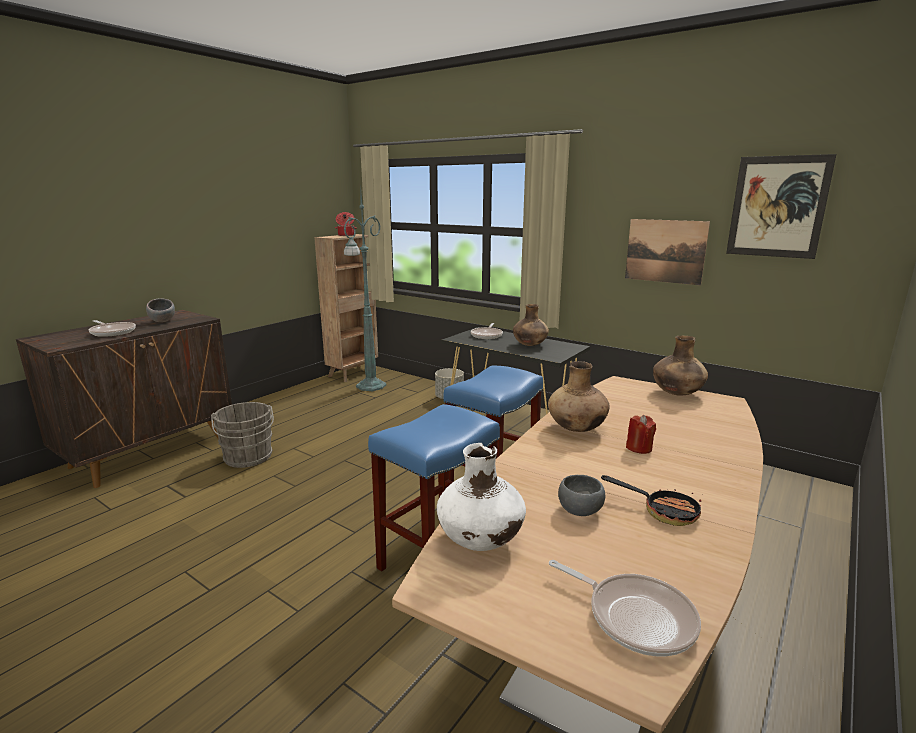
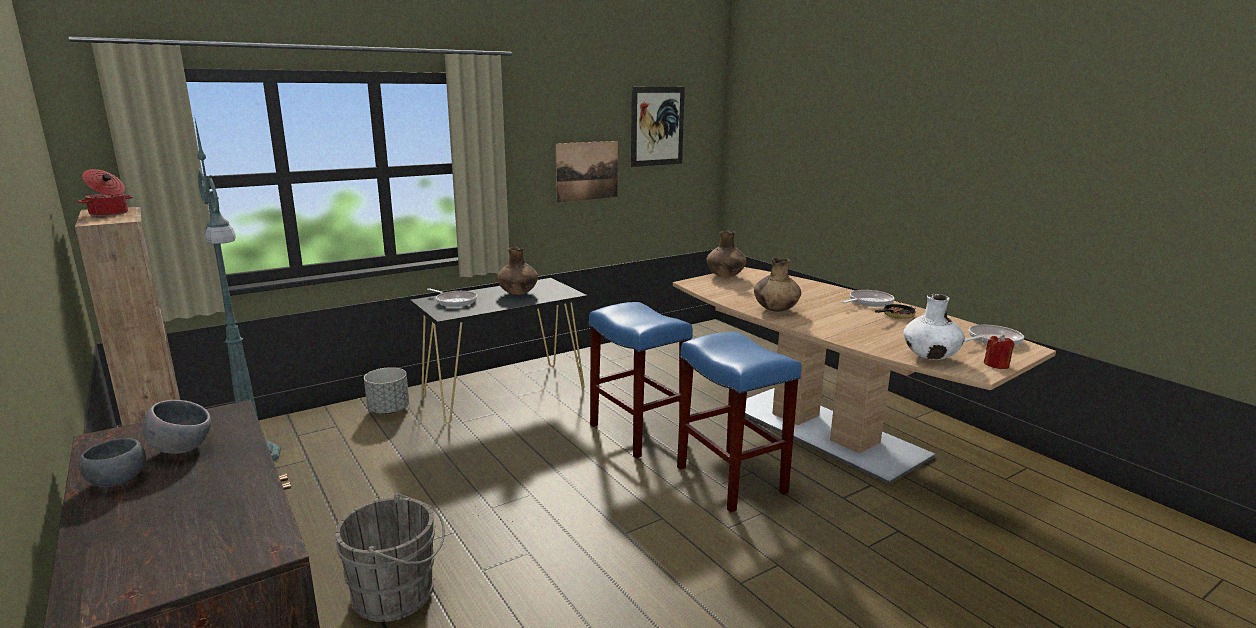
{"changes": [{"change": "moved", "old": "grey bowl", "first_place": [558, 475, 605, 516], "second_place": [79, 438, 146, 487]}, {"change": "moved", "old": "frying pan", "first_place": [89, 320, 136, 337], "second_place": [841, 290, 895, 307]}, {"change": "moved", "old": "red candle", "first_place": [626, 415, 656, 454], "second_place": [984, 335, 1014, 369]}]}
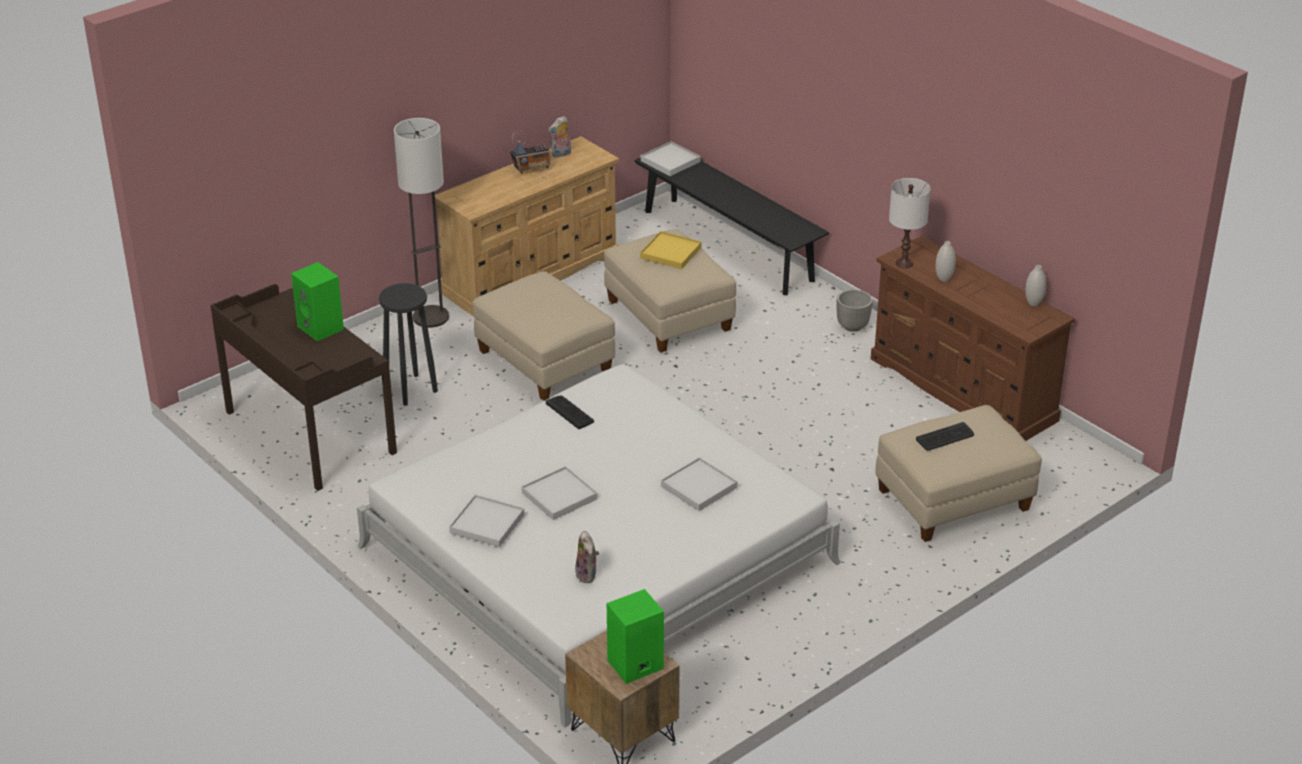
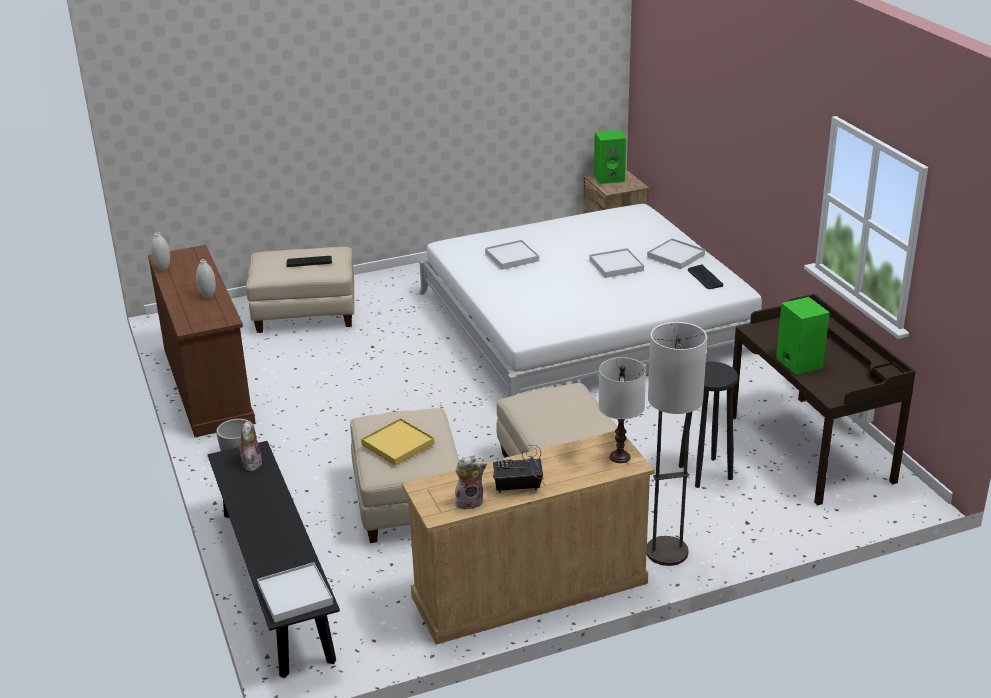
{"changes": [{"change": "moved", "old": "plush toy", "first_place": [575, 531, 599, 583], "second_place": [237, 421, 262, 471]}, {"change": "moved", "old": "white table lamp", "first_place": [889, 178, 931, 268], "second_place": [599, 357, 646, 463]}, {"change": "moved", "old": "keyboard", "first_place": [546, 396, 594, 429], "second_place": [688, 264, 723, 289]}]}
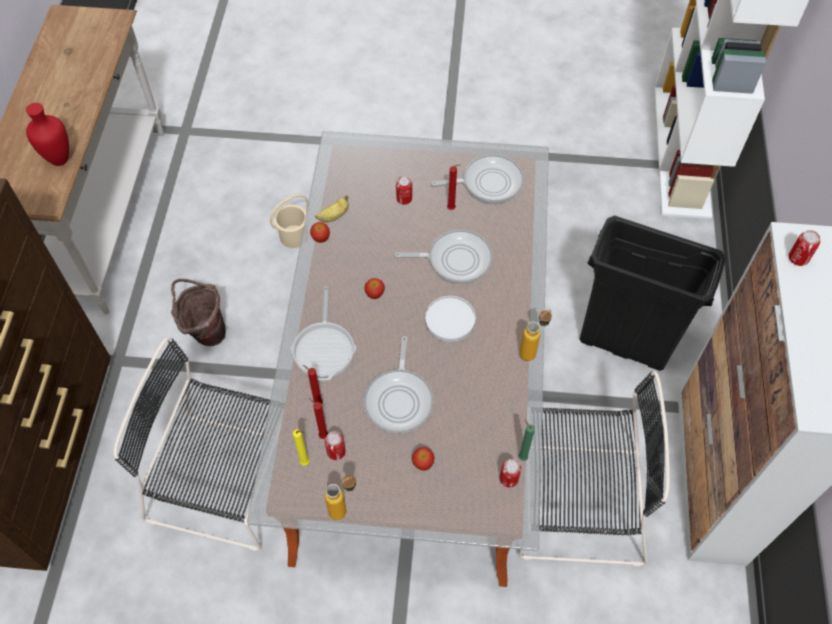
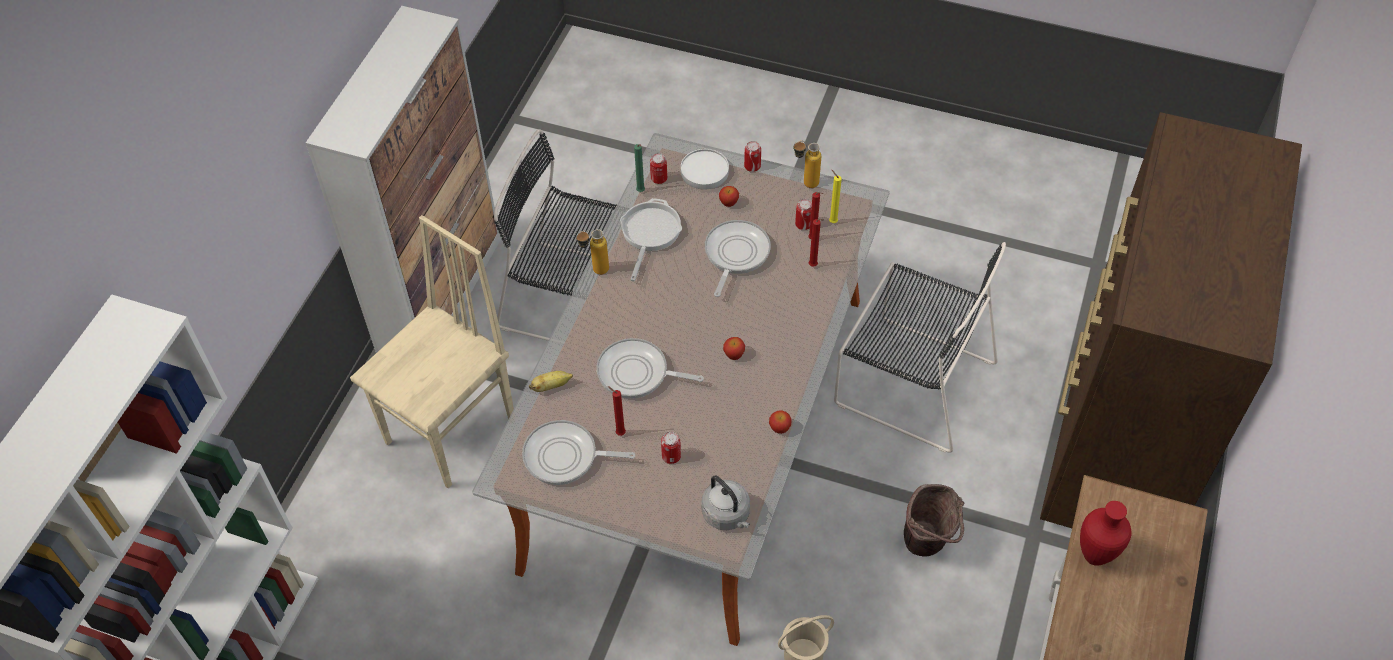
{"changes": [{"change": "replaced", "old": "black trash can", "new": "beige chair", "first_place": [580, 216, 725, 371], "second_place": [350, 215, 514, 488]}, {"change": "moved", "old": "banana", "first_place": [315, 195, 349, 222], "second_place": [529, 371, 573, 392]}, {"change": "moved", "old": "frying pan", "first_place": [291, 286, 356, 381], "second_place": [620, 198, 682, 282]}, {"change": "moved", "old": "white plate", "first_place": [425, 296, 476, 343], "second_place": [681, 149, 729, 189]}, {"change": "added", "new": "grey kettle", "second_place": [701, 476, 750, 530]}, {"change": "moved", "old": "can", "first_place": [788, 230, 820, 266], "second_place": [744, 141, 761, 172]}]}
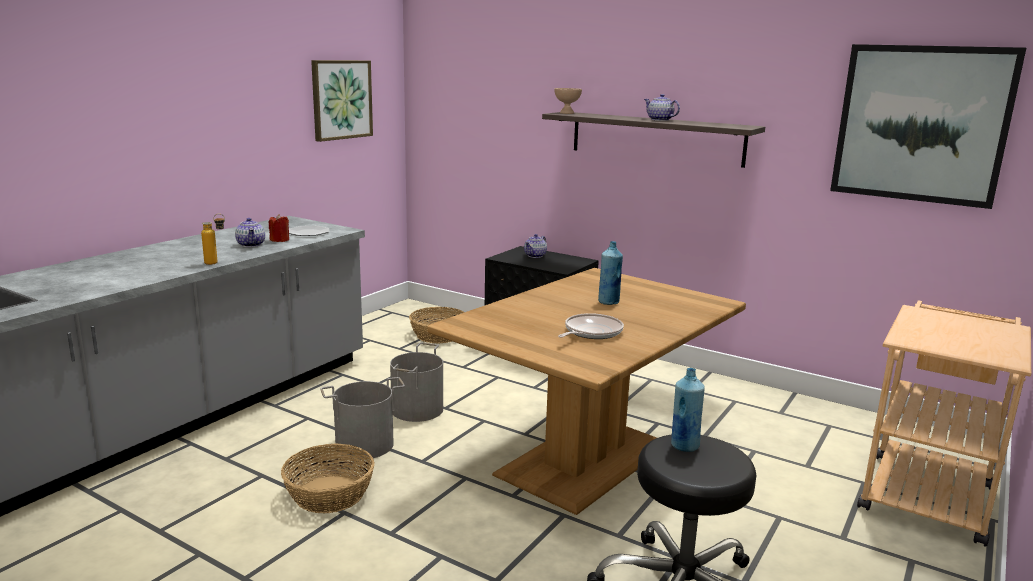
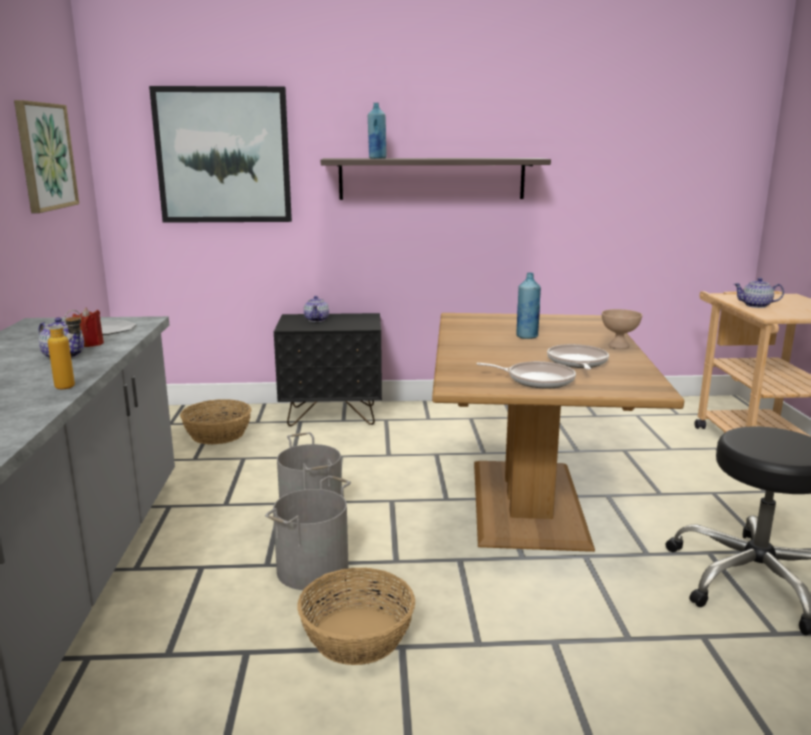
{"changes": [{"change": "moved", "old": "picture", "first_place": [830, 44, 1026, 209], "second_place": [149, 86, 292, 223]}, {"change": "moved", "old": "blue bottle", "first_place": [671, 368, 705, 452], "second_place": [368, 103, 387, 159]}, {"change": "added", "new": "frying pan", "second_place": [476, 361, 576, 389]}, {"change": "moved", "old": "beige bowl", "first_place": [554, 88, 582, 114], "second_place": [602, 309, 642, 349]}, {"change": "moved", "old": "teapot", "first_place": [644, 94, 680, 121], "second_place": [734, 278, 784, 308]}]}
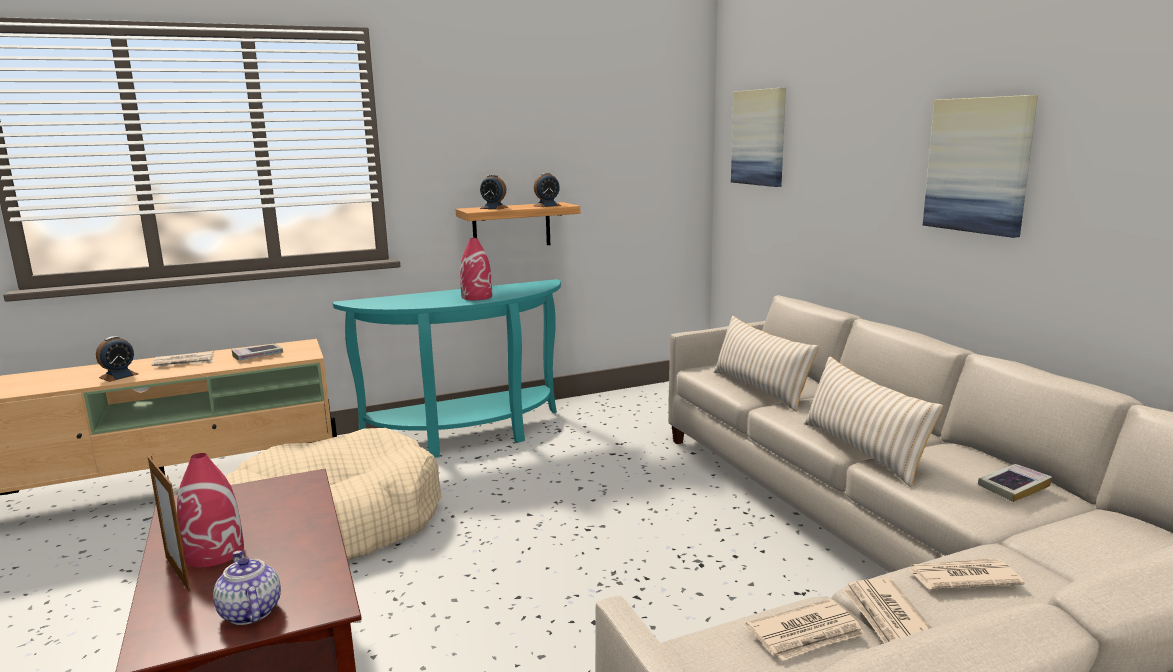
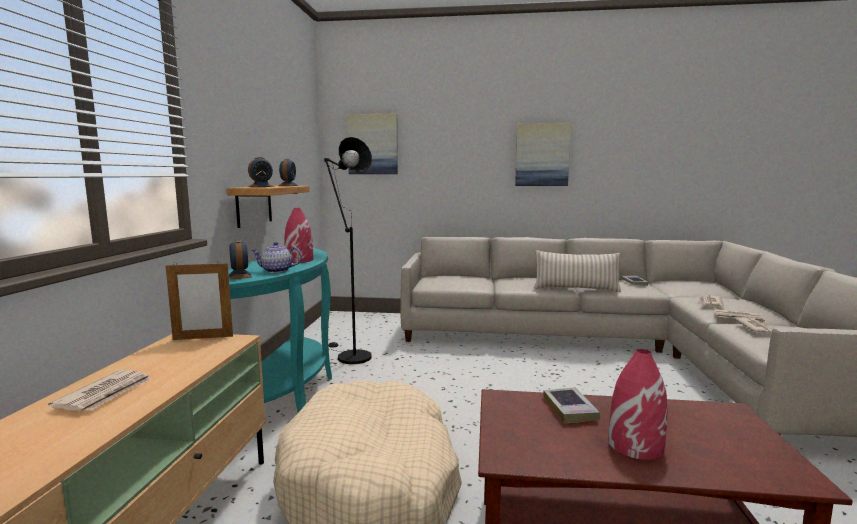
{"changes": [{"change": "moved", "old": "picture frame", "first_place": [147, 456, 191, 592], "second_place": [166, 261, 233, 340]}, {"change": "moved", "old": "alarm clock", "first_place": [96, 336, 138, 382], "second_place": [229, 240, 252, 279]}, {"change": "moved", "old": "teapot", "first_place": [213, 550, 281, 625], "second_place": [251, 242, 302, 273]}, {"change": "added", "new": "black floor lamp", "second_place": [324, 137, 372, 364]}, {"change": "moved", "old": "book", "first_place": [232, 344, 283, 361], "second_place": [543, 387, 600, 424]}, {"change": "removed", "old": "beige pillow", "first_place": [713, 316, 819, 412]}]}
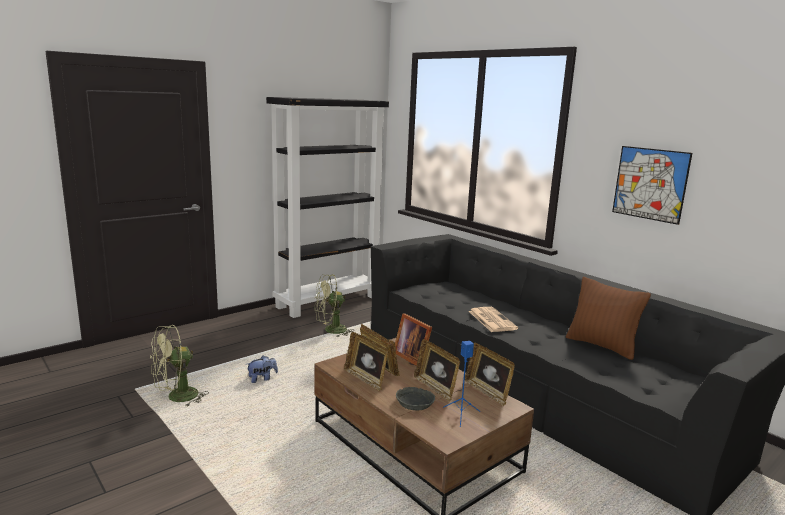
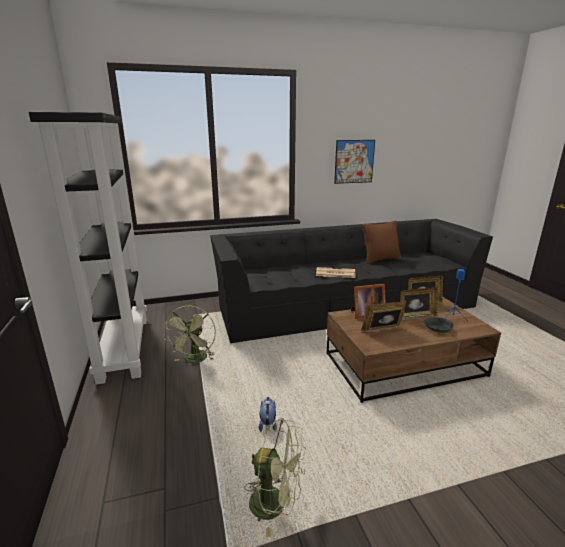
{"changes": [{"change": "turned", "old": "green fan", "first_place": [150, 325, 209, 407], "second_place": [244, 418, 306, 537], "degrees": -60}, {"change": "removed", "old": "picture frame", "first_place": [344, 332, 388, 391]}]}
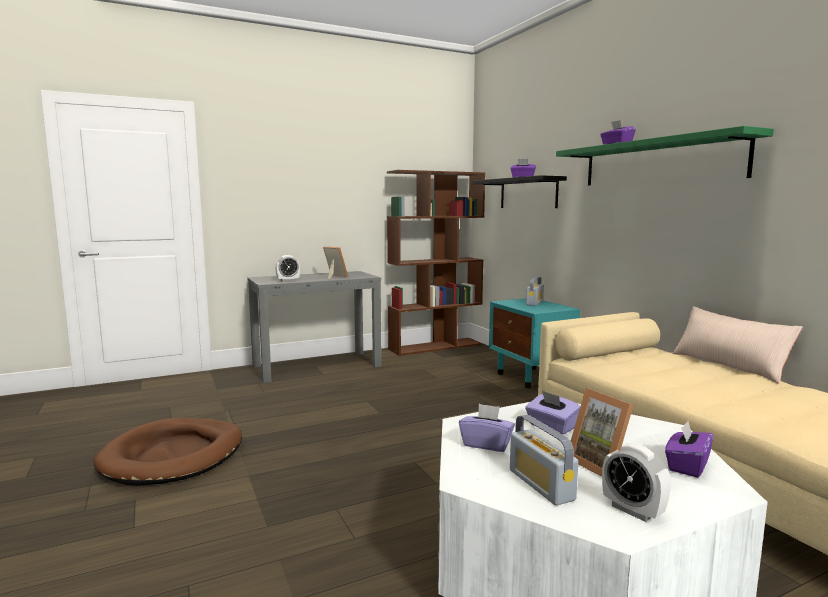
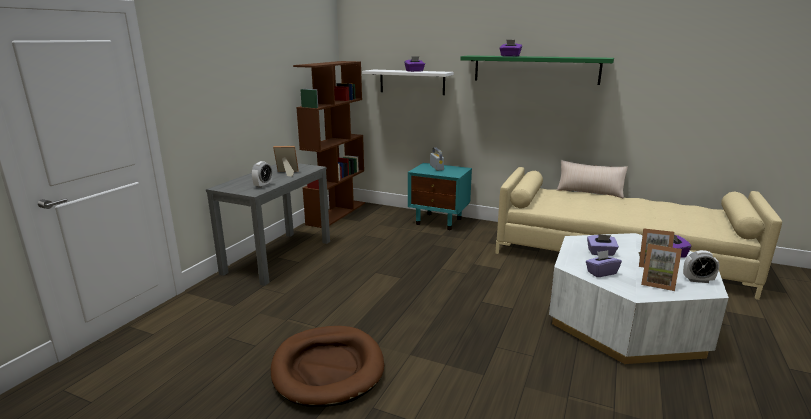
{"changes": [{"change": "recoloured", "old": "black shelf", "new": "white shelf", "first_place": [472, 175, 567, 208], "second_place": [362, 70, 454, 95]}, {"change": "replaced", "old": "radio", "new": "picture frame", "first_place": [510, 415, 578, 505], "second_place": [641, 244, 682, 291]}]}
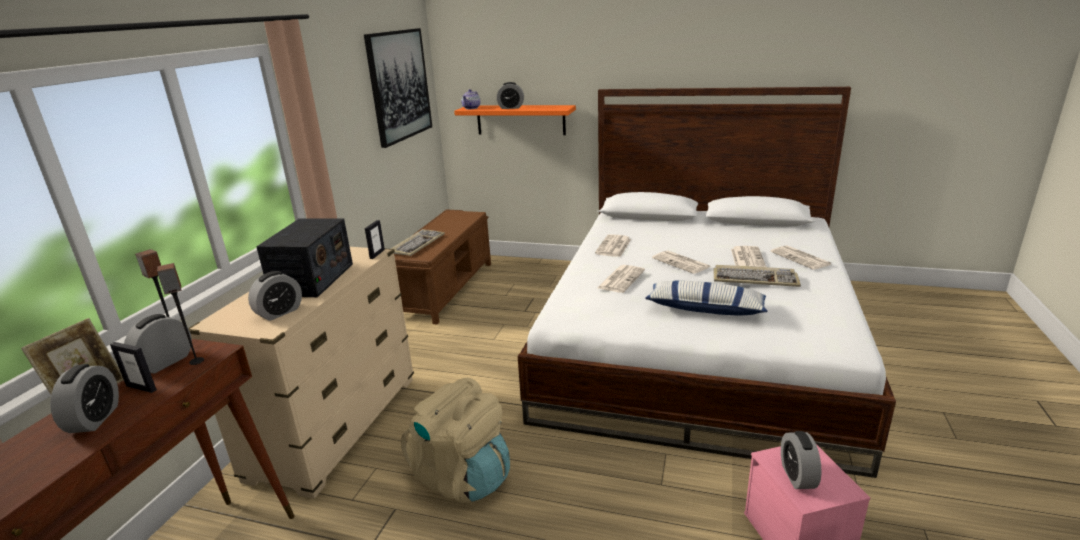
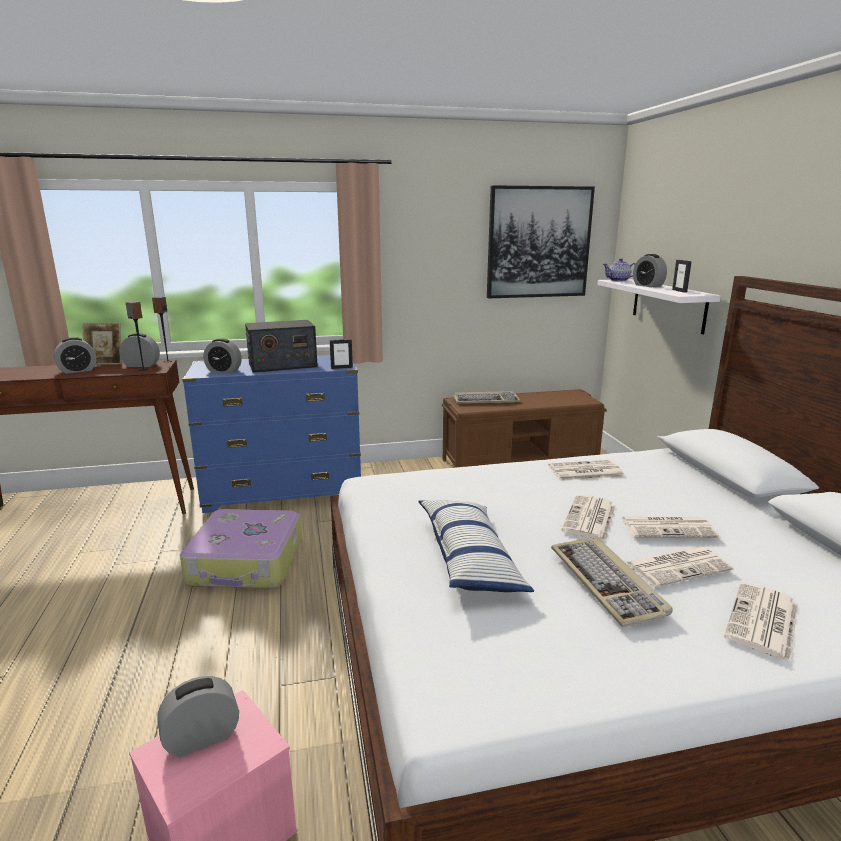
{"changes": [{"change": "replaced", "old": "beige backpack", "new": "suitcase", "first_place": [401, 378, 510, 503], "second_place": [180, 509, 302, 589]}, {"change": "recoloured", "old": "beige dresser", "new": "blue dresser", "first_place": [188, 247, 414, 499], "second_place": [182, 355, 361, 513]}, {"change": "recoloured", "old": "orange shelf", "new": "white shelf", "first_place": [454, 105, 576, 135], "second_place": [597, 279, 721, 334]}, {"change": "moved", "old": "newspaper", "first_place": [597, 265, 645, 293], "second_place": [622, 517, 719, 538]}, {"change": "moved", "old": "picture frame", "first_place": [110, 342, 157, 393], "second_place": [672, 260, 692, 293]}]}
